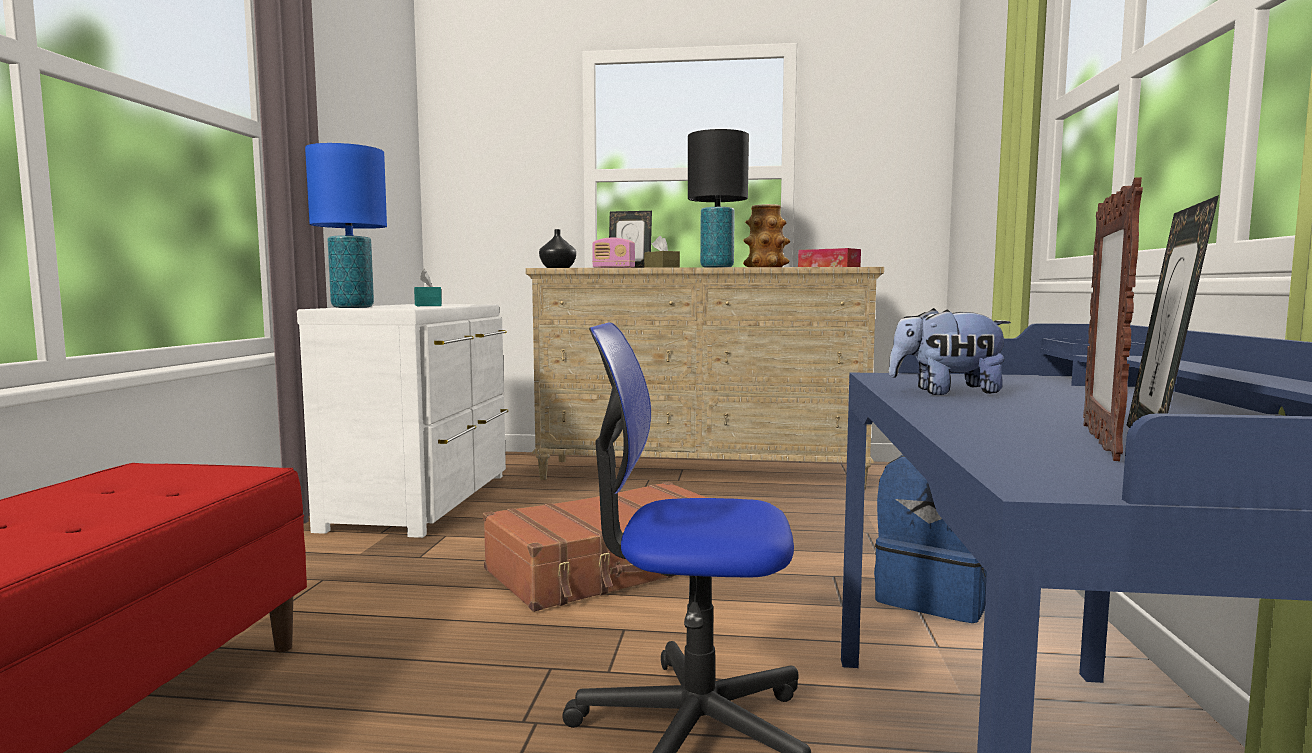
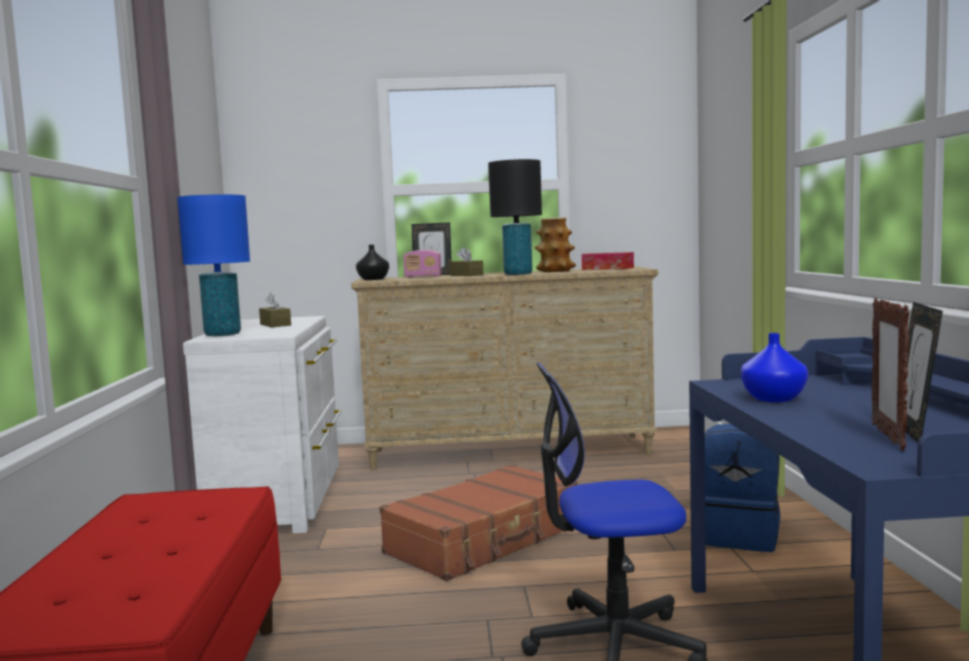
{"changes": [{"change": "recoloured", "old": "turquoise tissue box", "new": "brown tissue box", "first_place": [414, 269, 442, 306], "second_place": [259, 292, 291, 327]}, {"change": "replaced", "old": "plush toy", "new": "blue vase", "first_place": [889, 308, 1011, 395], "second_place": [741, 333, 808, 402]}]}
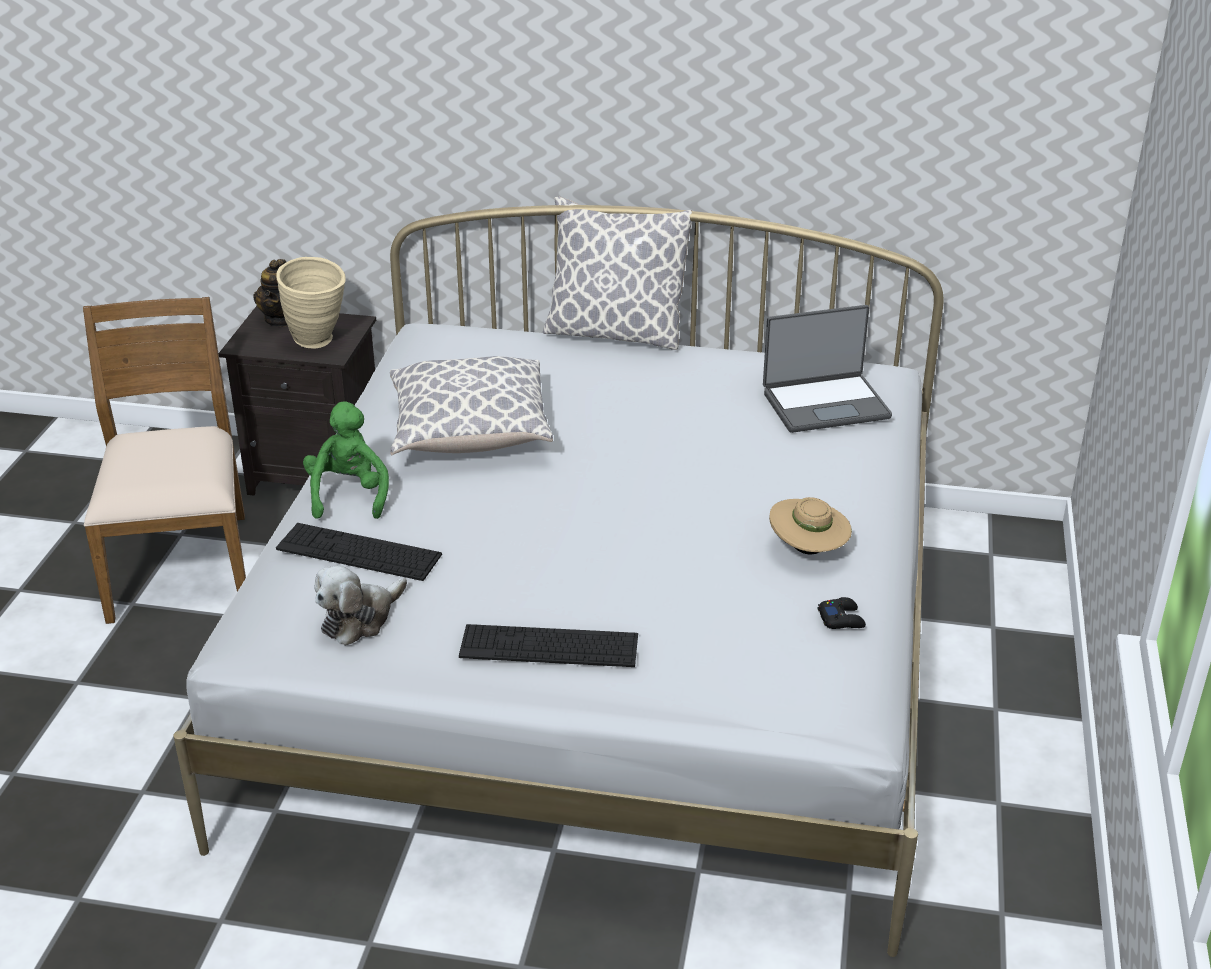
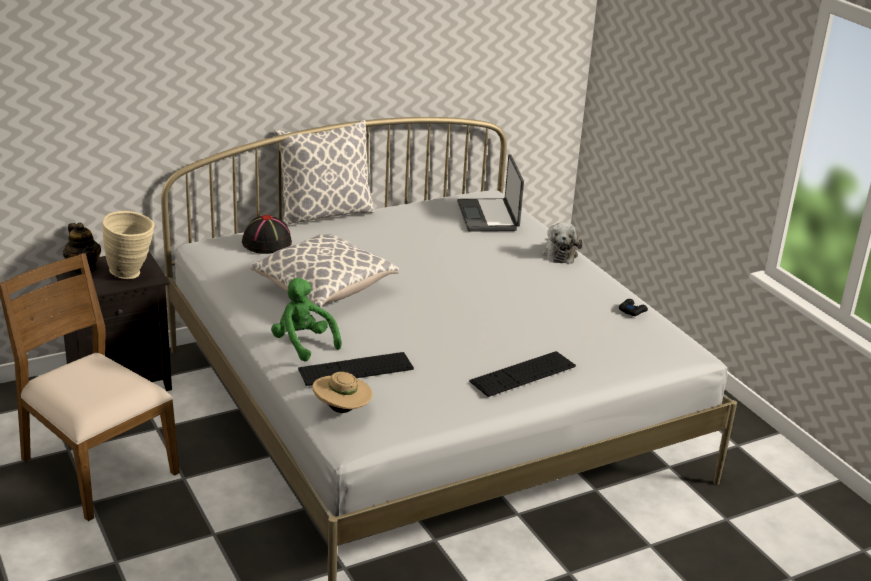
{"changes": [{"change": "added", "new": "black hat", "second_place": [242, 215, 292, 254]}, {"change": "moved", "old": "beige hat", "first_place": [769, 497, 852, 555], "second_place": [313, 372, 373, 413]}, {"change": "turned", "old": "laptop", "first_place": [763, 305, 892, 433], "second_place": [457, 154, 524, 232], "degrees": 135}, {"change": "moved", "old": "plush toy", "first_place": [314, 566, 407, 646], "second_place": [541, 222, 583, 264]}]}
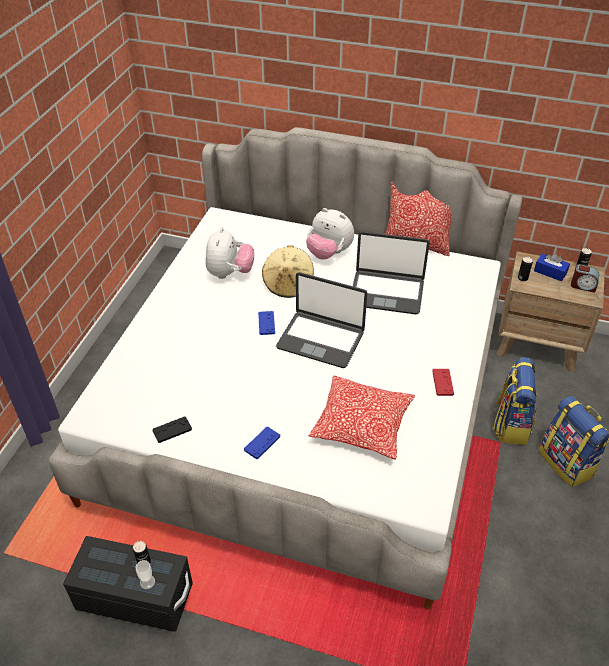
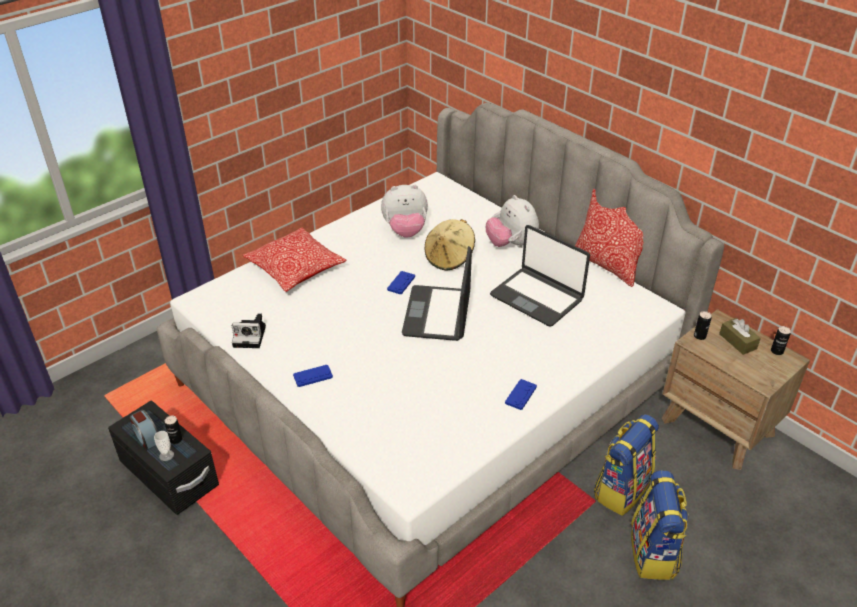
{"changes": [{"change": "moved", "old": "alarm clock", "first_place": [571, 264, 599, 293], "second_place": [130, 410, 158, 450]}, {"change": "replaced", "old": "black game controller", "new": "photo camera", "first_place": [153, 416, 192, 443], "second_place": [232, 314, 266, 348]}, {"change": "moved", "old": "pillow", "first_place": [309, 375, 415, 460], "second_place": [242, 228, 347, 292]}, {"change": "turned", "old": "plush toy", "first_place": [205, 227, 254, 279], "second_place": [381, 185, 428, 238], "degrees": 45}, {"change": "turned", "old": "laptop", "first_place": [276, 272, 367, 368], "second_place": [402, 246, 472, 341], "degrees": 45}, {"change": "recoloured", "old": "red game controller", "new": "blue game controller", "first_place": [432, 369, 454, 396], "second_place": [505, 379, 537, 410]}, {"change": "recoloured", "old": "blue tissue box", "new": "brown tissue box", "first_place": [534, 253, 570, 281], "second_place": [719, 318, 761, 355]}]}
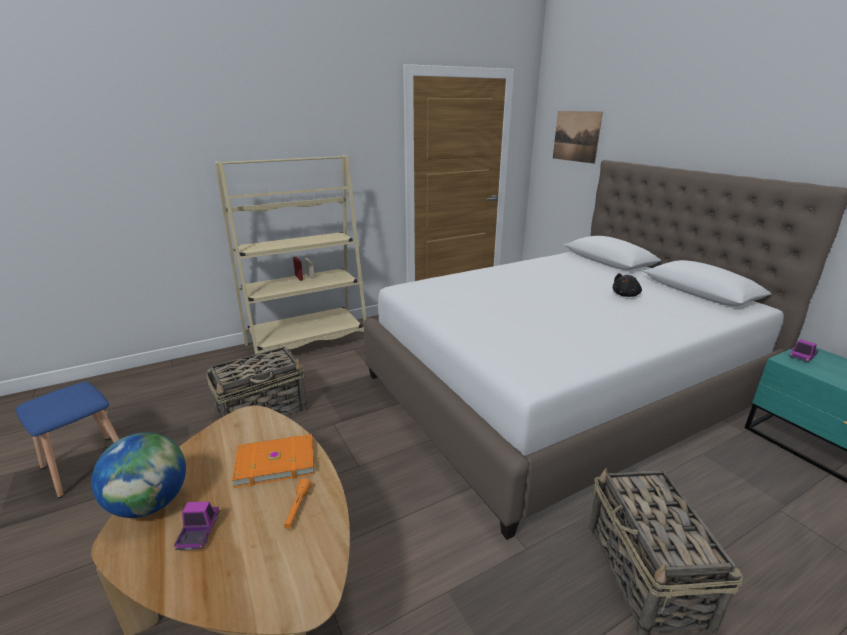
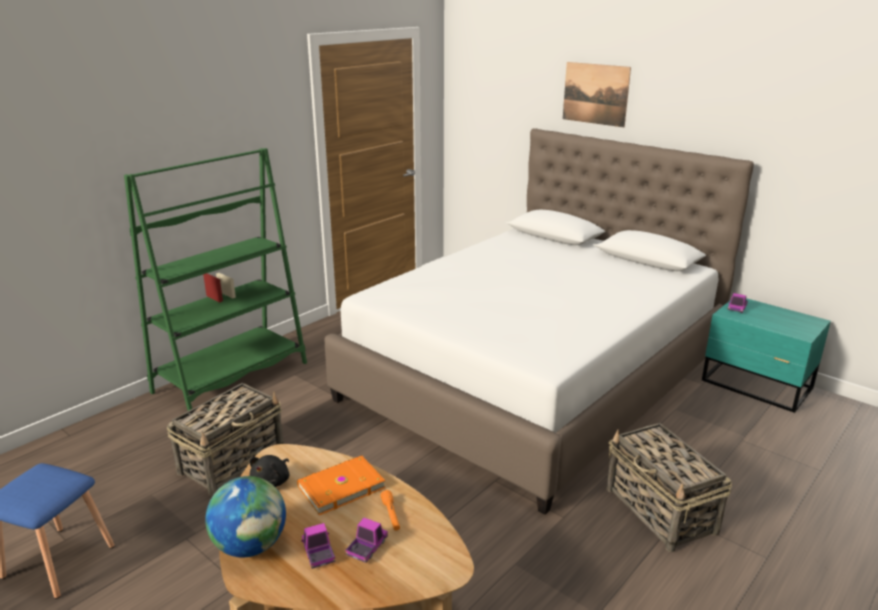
{"changes": [{"change": "recoloured", "old": "beige bookcase", "new": "green bookcase", "first_place": [215, 155, 367, 354], "second_place": [124, 148, 307, 411]}, {"change": "moved", "old": "black plush toy", "first_place": [612, 273, 642, 297], "second_place": [249, 455, 289, 487]}, {"change": "added", "new": "toy truck", "second_place": [346, 517, 388, 563]}, {"change": "moved", "old": "picture", "first_place": [553, 111, 603, 164], "second_place": [563, 62, 631, 127]}]}
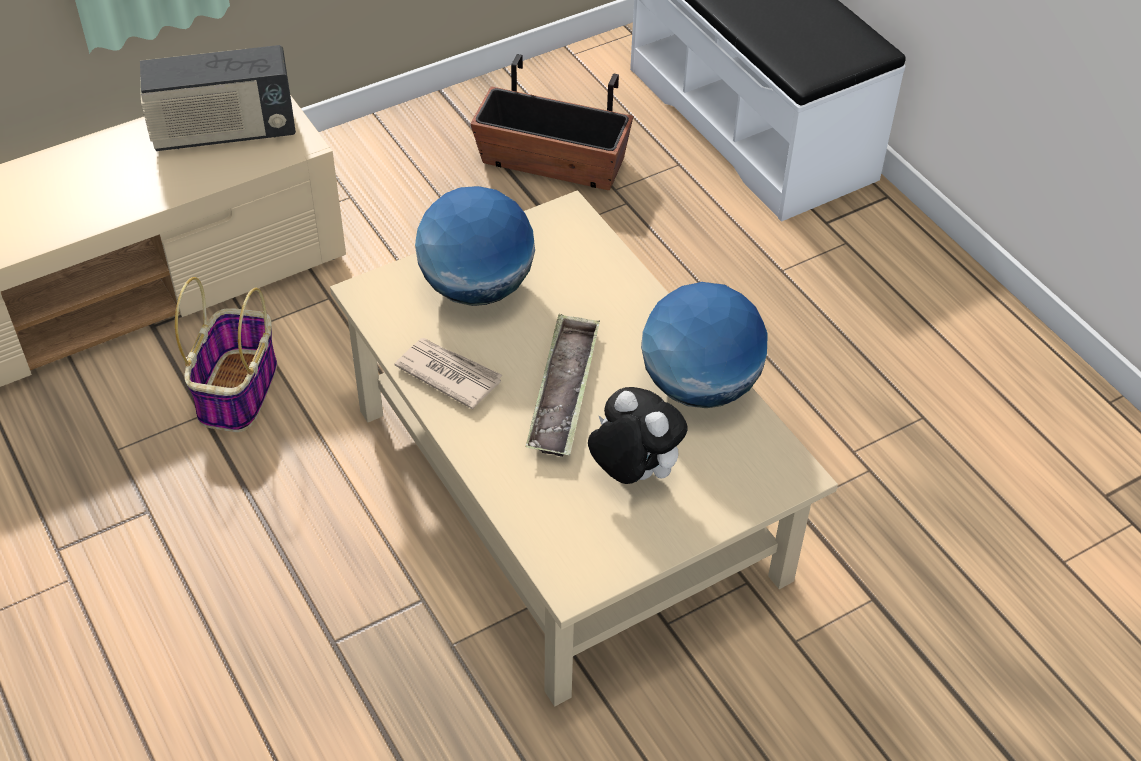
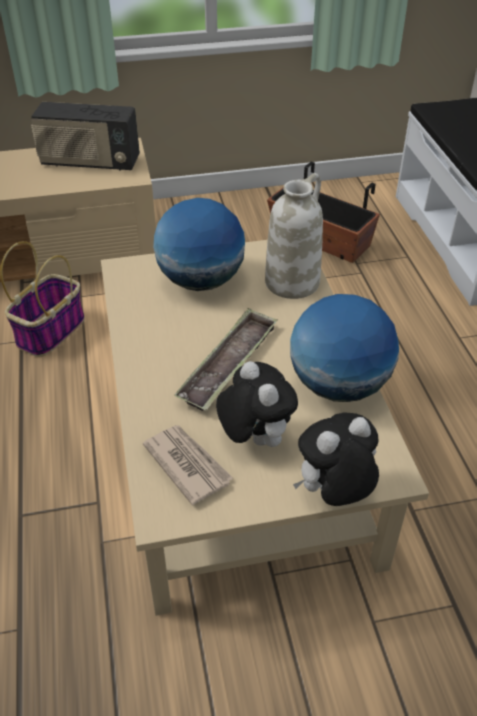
{"changes": [{"change": "moved", "old": "newspaper", "first_place": [395, 338, 502, 409], "second_place": [143, 425, 233, 505]}, {"change": "added", "new": "white vase", "second_place": [265, 173, 323, 299]}, {"change": "added", "new": "plush toy", "second_place": [293, 413, 379, 506]}]}
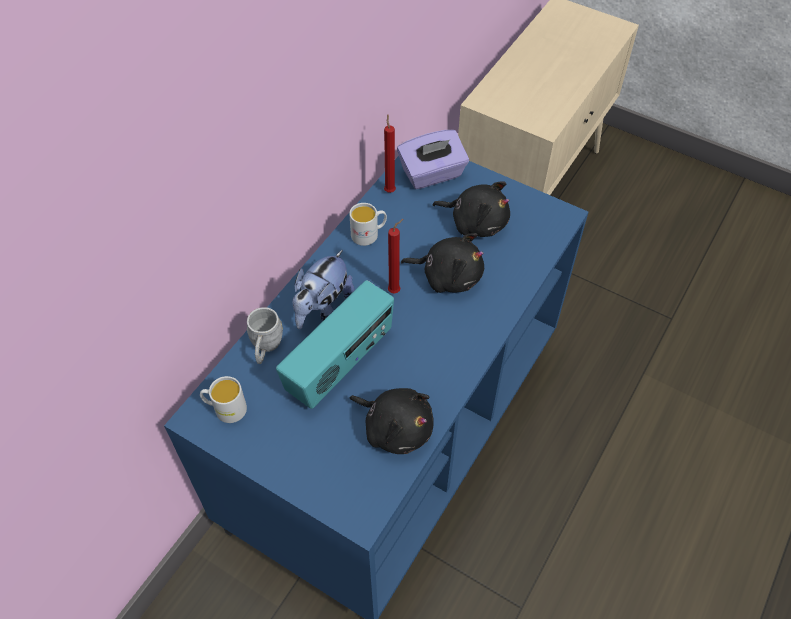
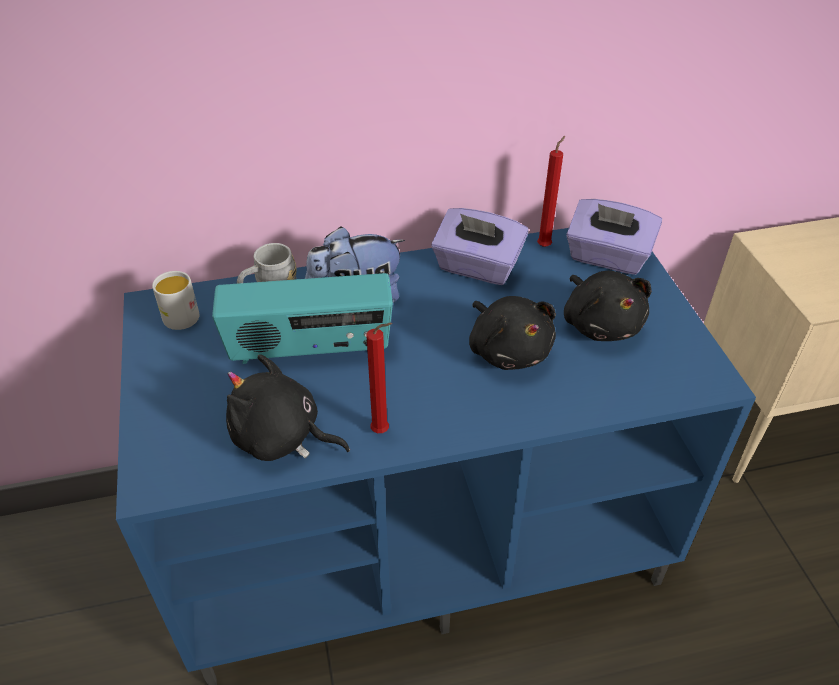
{"changes": [{"change": "turned", "old": "black plush toy", "first_place": [350, 388, 434, 454], "second_place": [226, 354, 350, 461], "degrees": 120}, {"change": "moved", "old": "red candle", "first_place": [388, 219, 403, 294], "second_place": [366, 323, 392, 433]}, {"change": "replaced", "old": "white mug", "new": "purple tissue box", "first_place": [349, 203, 387, 246], "second_place": [431, 208, 528, 285]}]}
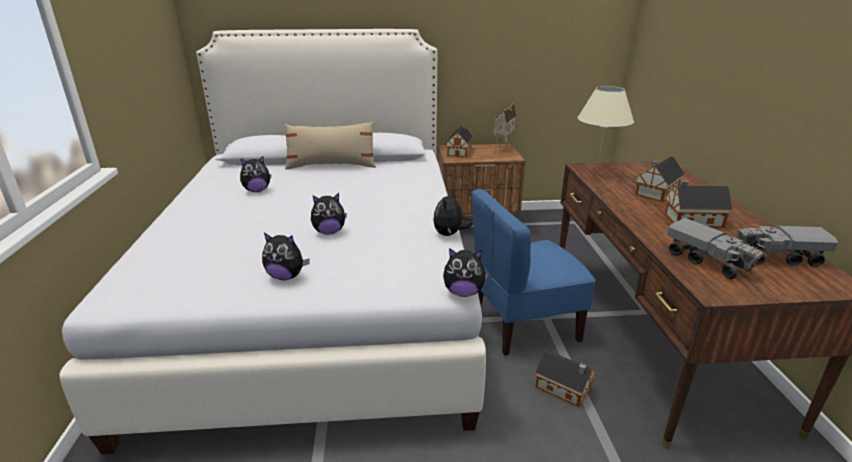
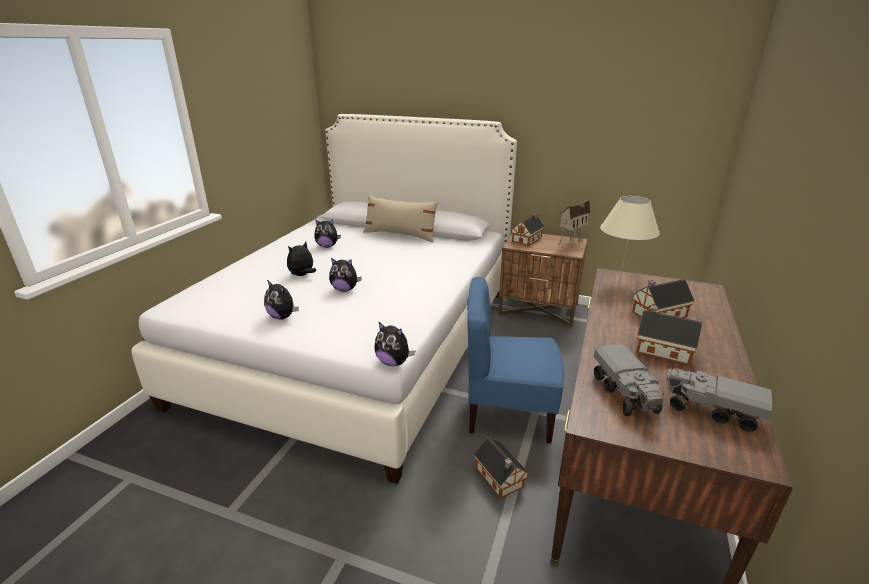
{"changes": [{"change": "moved", "old": "plush toy", "first_place": [433, 190, 473, 236], "second_place": [287, 242, 316, 276]}]}
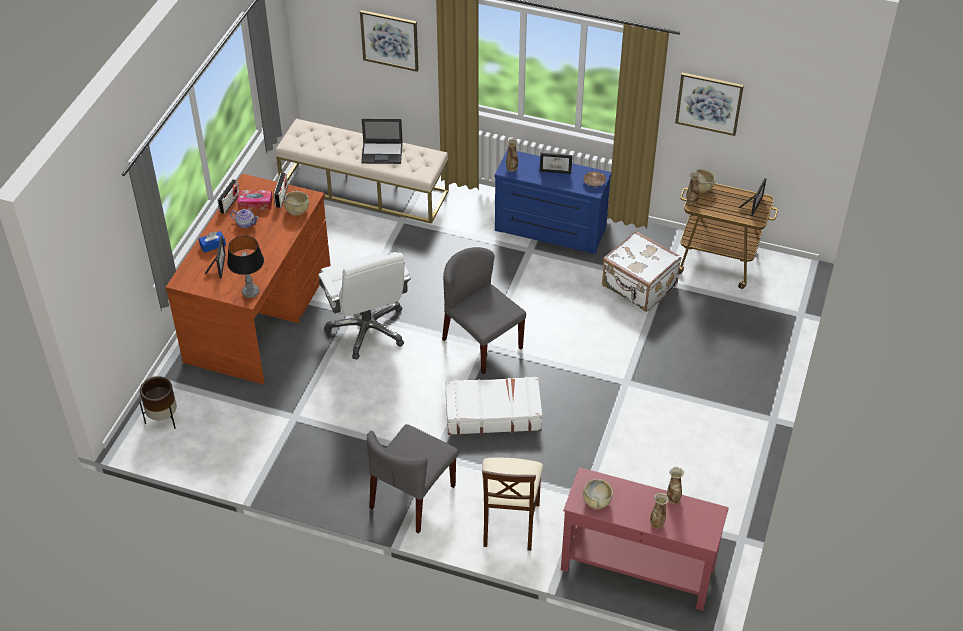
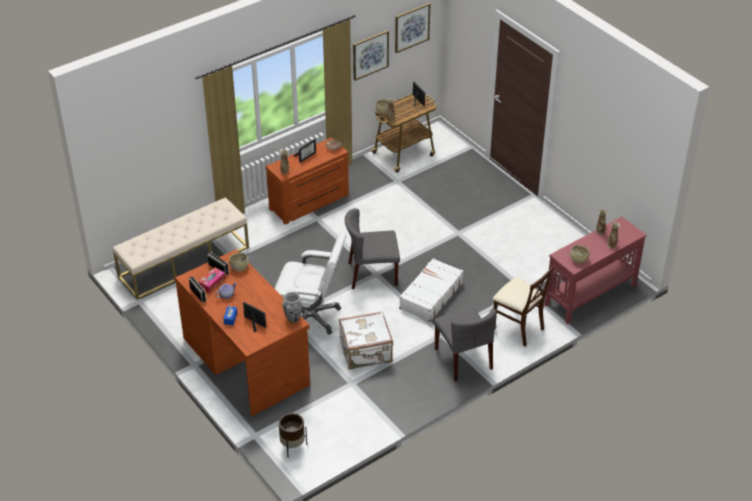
{"changes": [{"change": "recoloured", "old": "blue dresser", "new": "brown dresser", "first_place": [495, 149, 612, 254], "second_place": [266, 138, 349, 225]}, {"change": "replaced", "old": "table lamp", "new": "vase", "first_place": [227, 236, 264, 298], "second_place": [282, 292, 302, 323]}, {"change": "moved", "old": "white suitcase", "first_place": [602, 231, 681, 312], "second_place": [339, 311, 393, 370]}, {"change": "moved", "old": "picture", "first_place": [360, 10, 419, 72], "second_place": [395, 3, 430, 53]}, {"change": "removed", "old": "laptop", "first_place": [361, 119, 403, 164]}]}
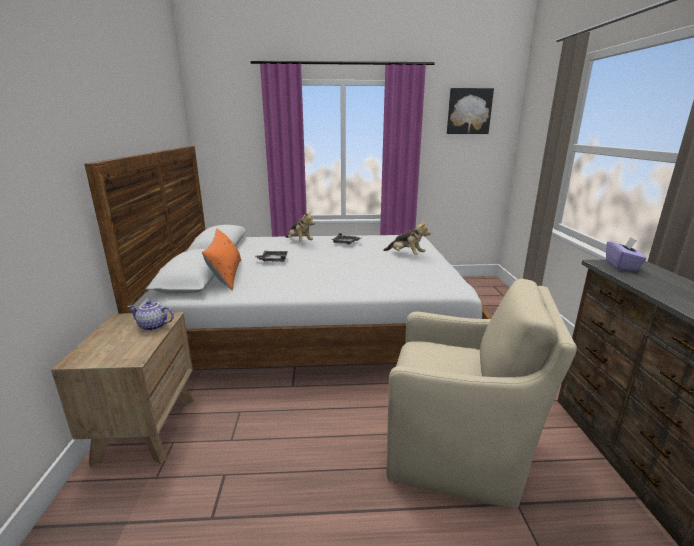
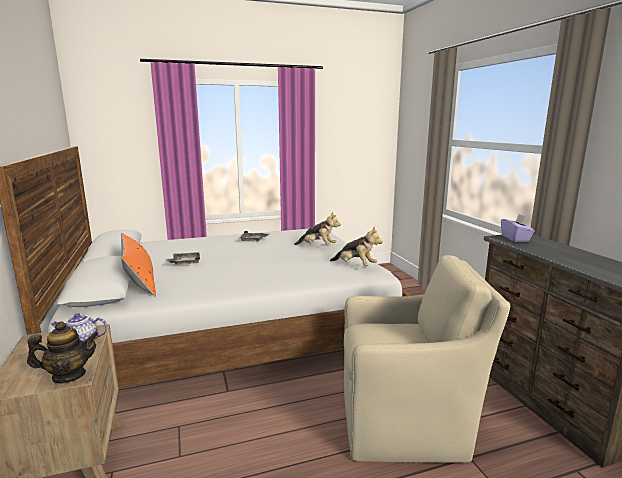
{"changes": [{"change": "added", "new": "teapot", "second_place": [27, 321, 99, 384]}, {"change": "moved", "old": "plush toy", "first_place": [286, 210, 315, 242], "second_place": [330, 226, 383, 266]}, {"change": "removed", "old": "picture", "first_place": [447, 88, 494, 134]}]}
